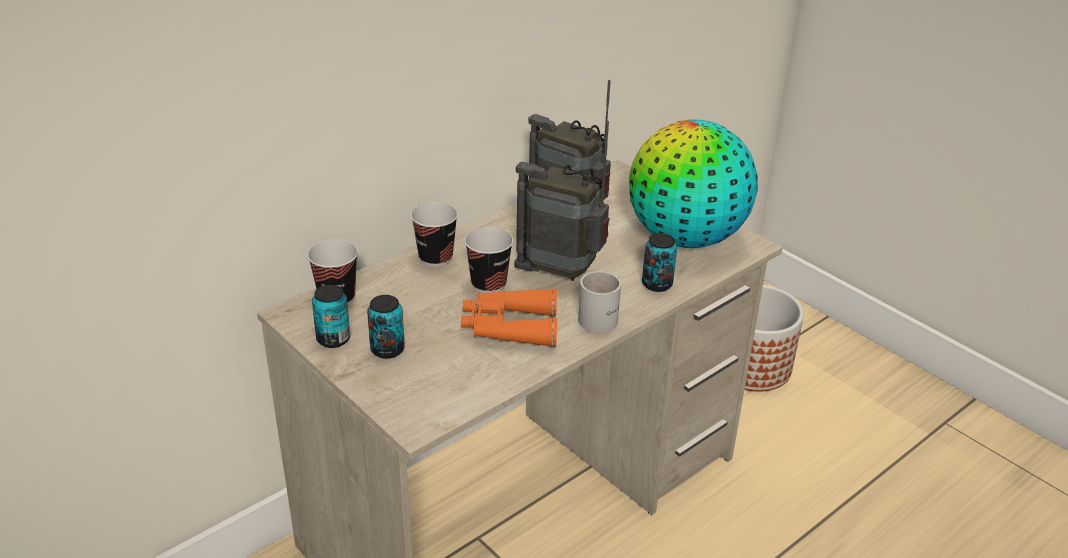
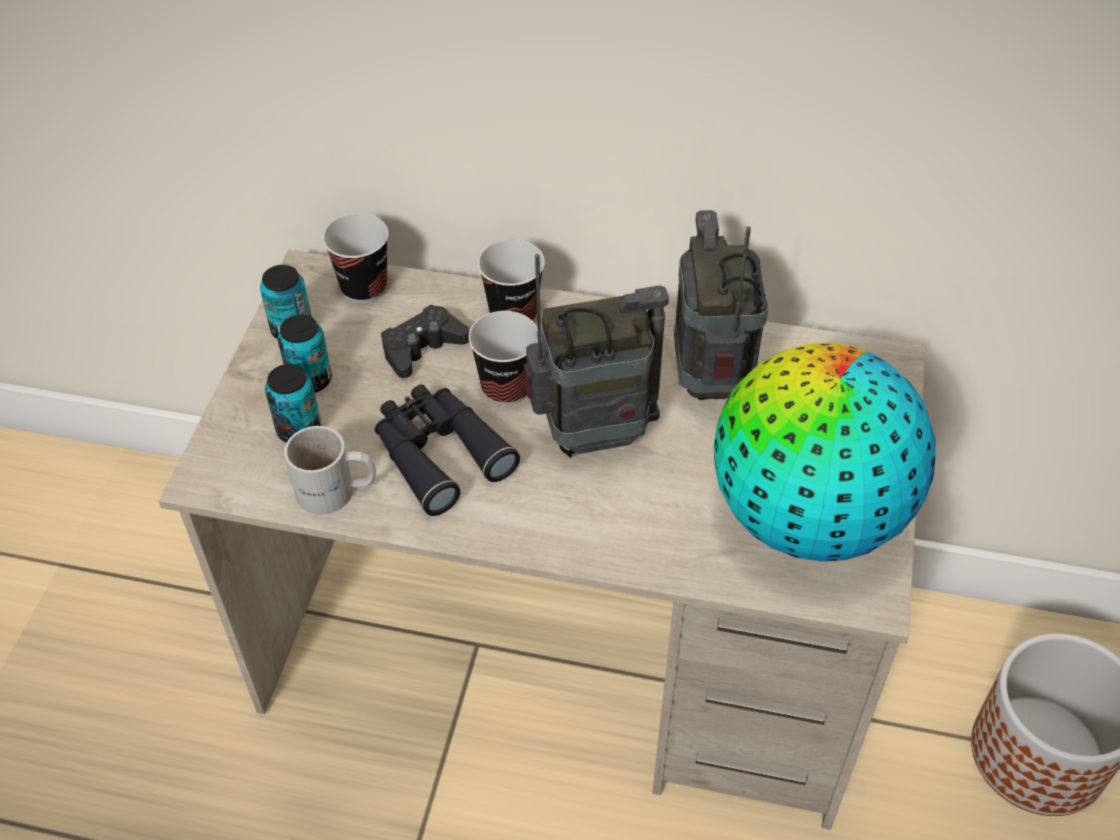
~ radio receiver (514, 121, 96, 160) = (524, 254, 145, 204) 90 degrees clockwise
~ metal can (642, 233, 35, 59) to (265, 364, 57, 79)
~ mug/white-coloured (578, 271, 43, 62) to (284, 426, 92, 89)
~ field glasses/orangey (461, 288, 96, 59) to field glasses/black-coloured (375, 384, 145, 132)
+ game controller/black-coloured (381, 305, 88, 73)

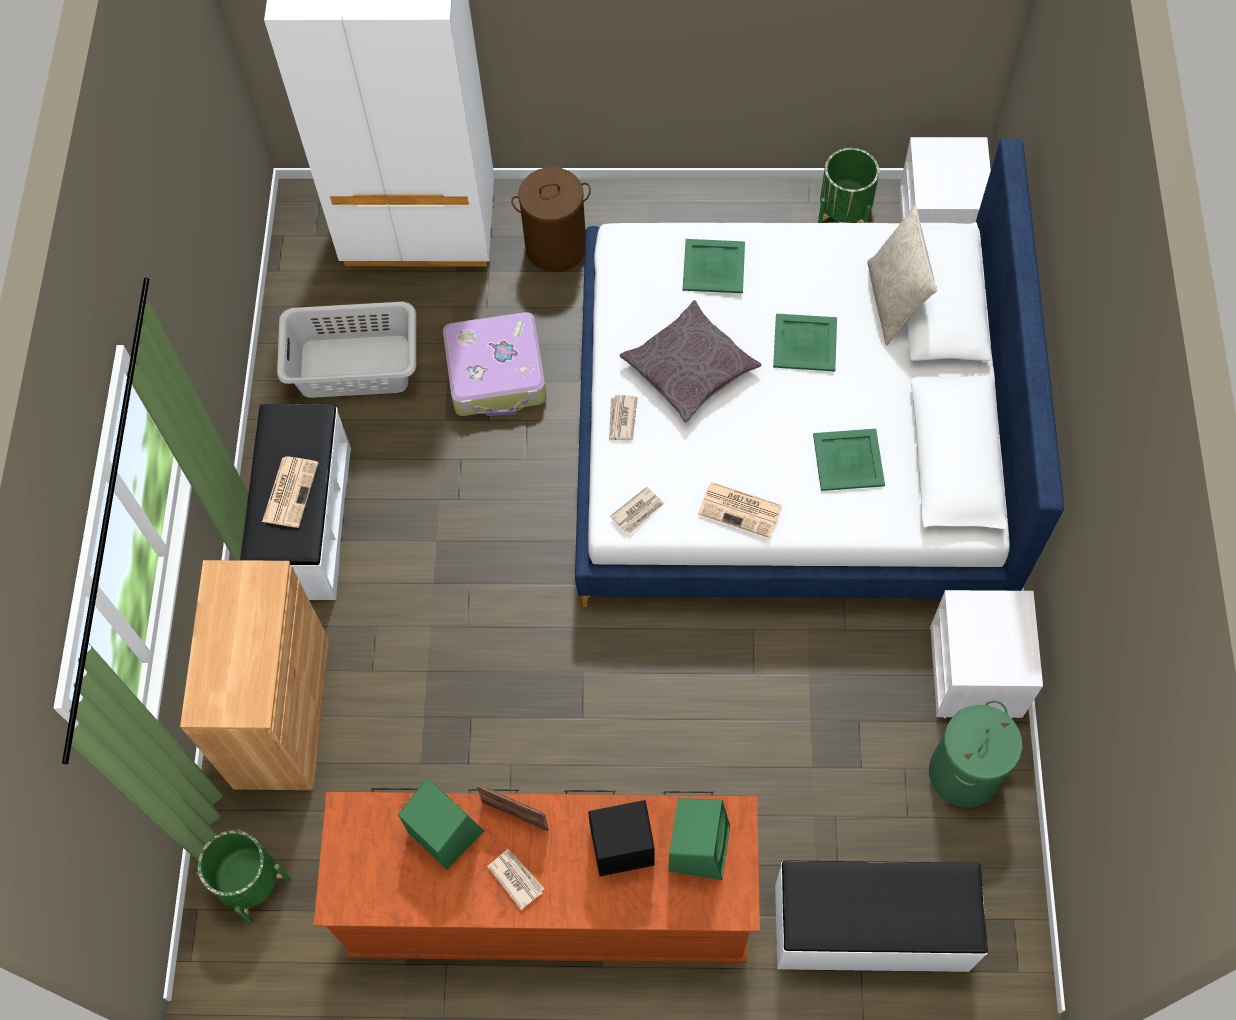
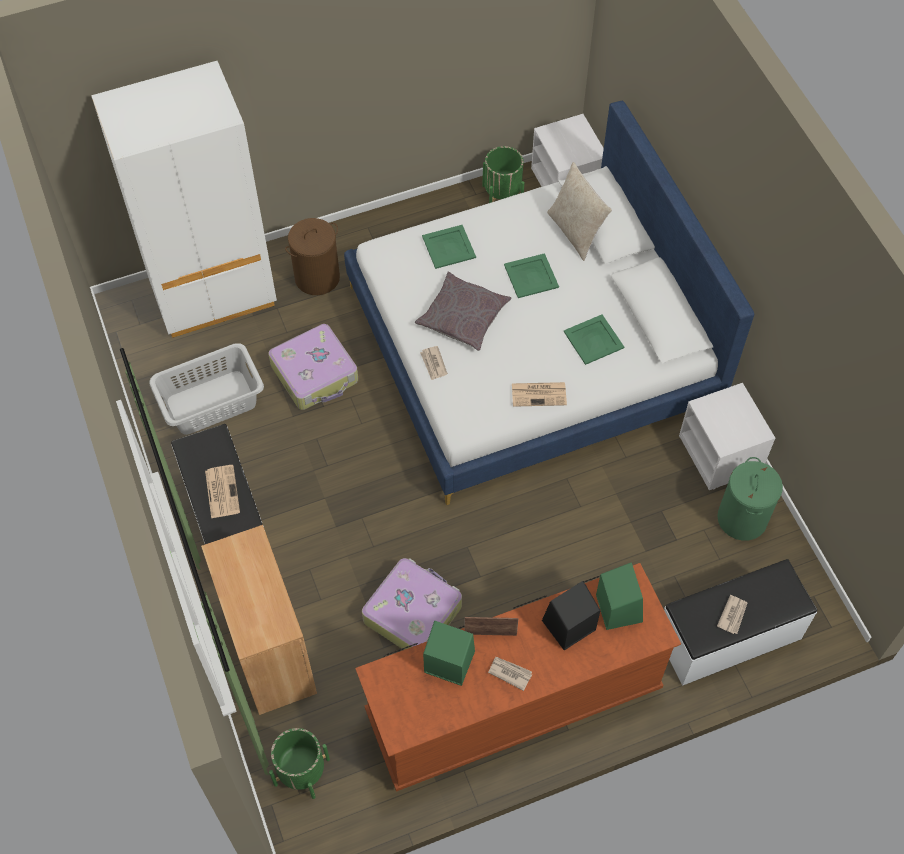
~ printed paper (610, 487, 54, 47) to (717, 595, 31, 39)
+ travel case (362, 558, 100, 92)

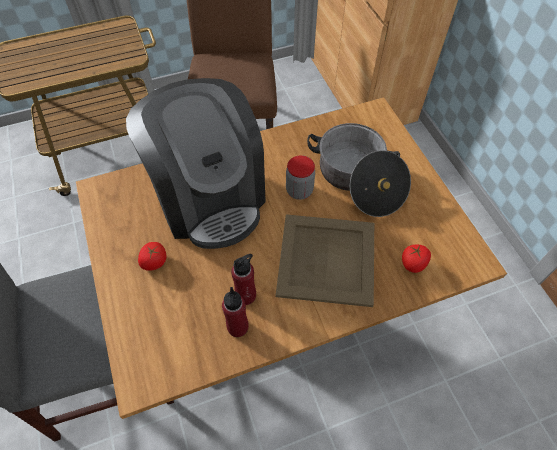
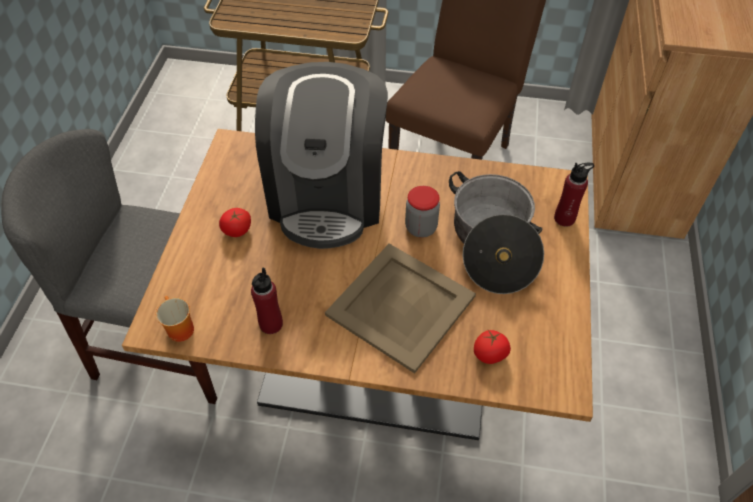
~ drink bottle/reddish (231, 254, 25, 51) to (554, 163, 40, 64)
+ mug (156, 296, 38, 46)

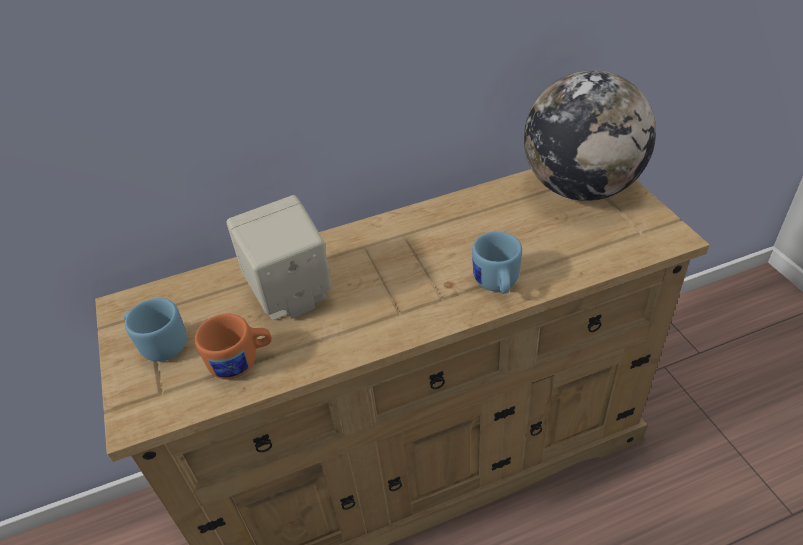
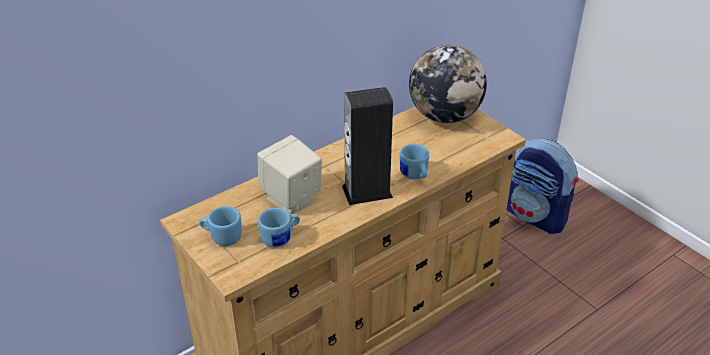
~ mug/orangey (195, 314, 77, 65) to mug/bluish (258, 208, 42, 40)
+ speaker (342, 87, 51, 118)
+ backpack (507, 139, 72, 95)

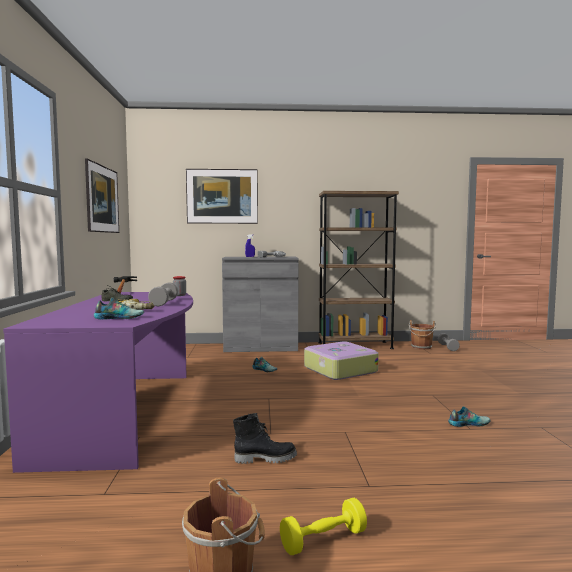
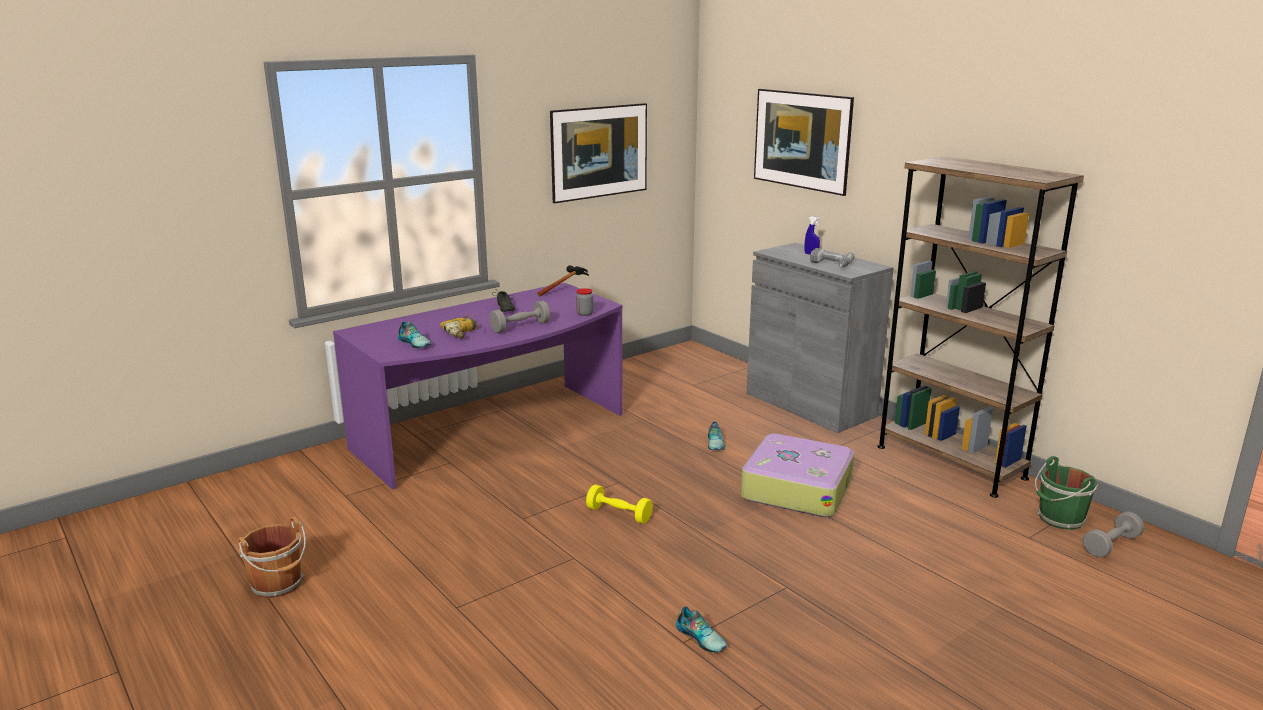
~ water bucket/brown (409, 320, 27, 29) to water bucket/green-coloured (1035, 456, 63, 74)
- boot/black-coloured (233, 413, 64, 51)
~ free weight/yellow-coloured (280, 498, 87, 57) to (586, 485, 67, 39)

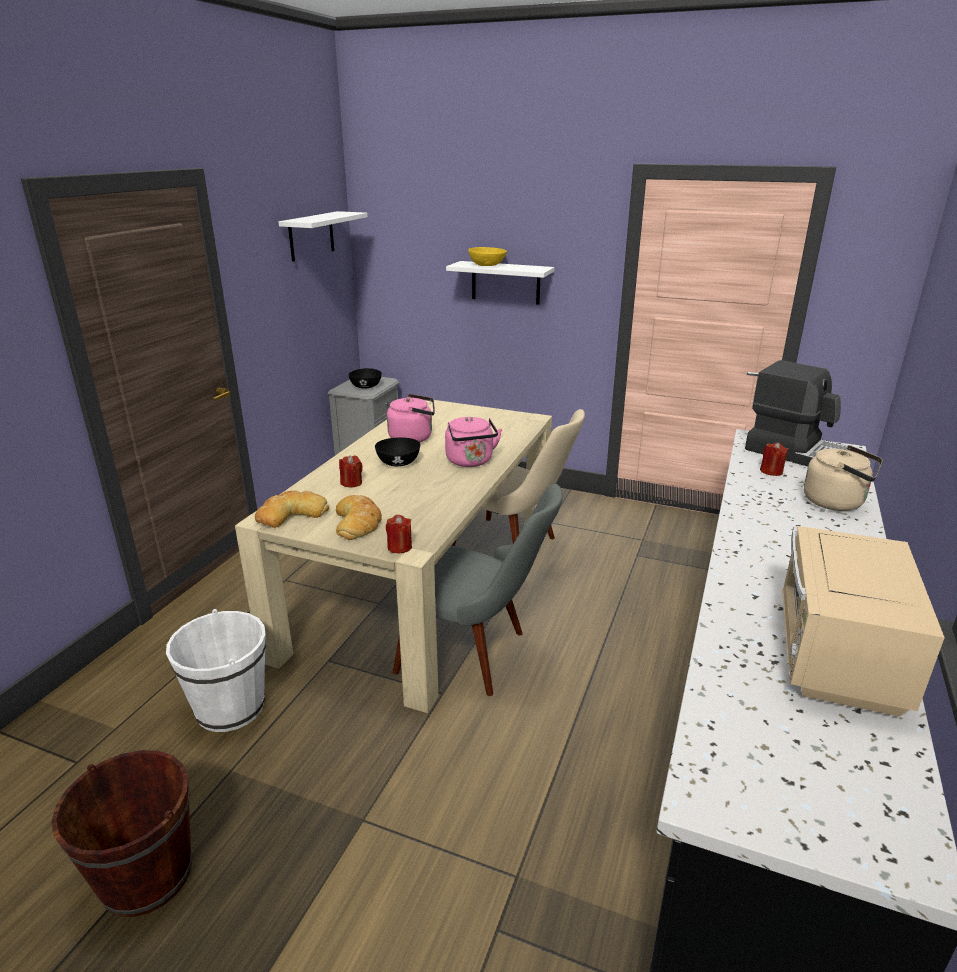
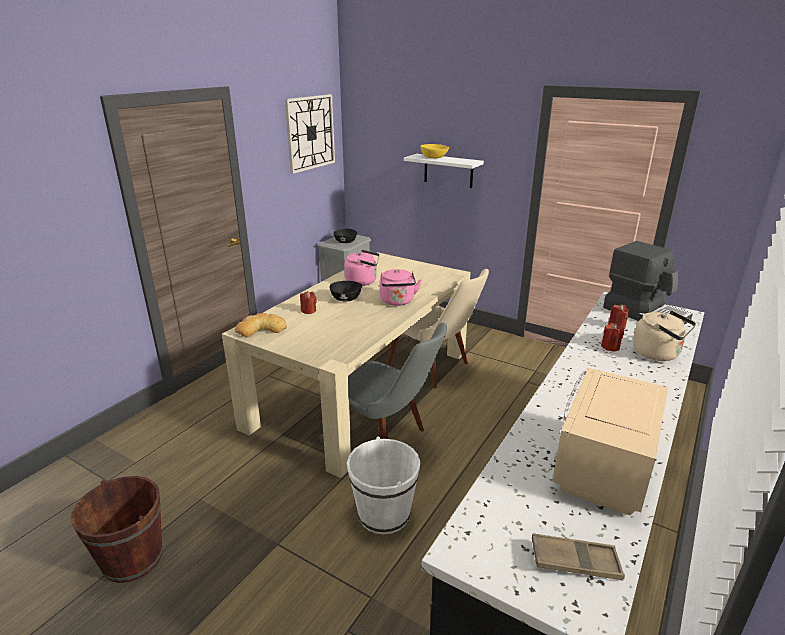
~ bracket shelf/white-coloured (279, 211, 89, 51) to wall clock (285, 94, 50, 80)
- bread (336, 495, 46, 45)
~ candle/reddish (386, 515, 26, 38) to (601, 323, 23, 28)
~ water bucket/white-coloured (166, 609, 100, 123) to (347, 437, 74, 97)
+ tray/brown (532, 533, 93, 48)

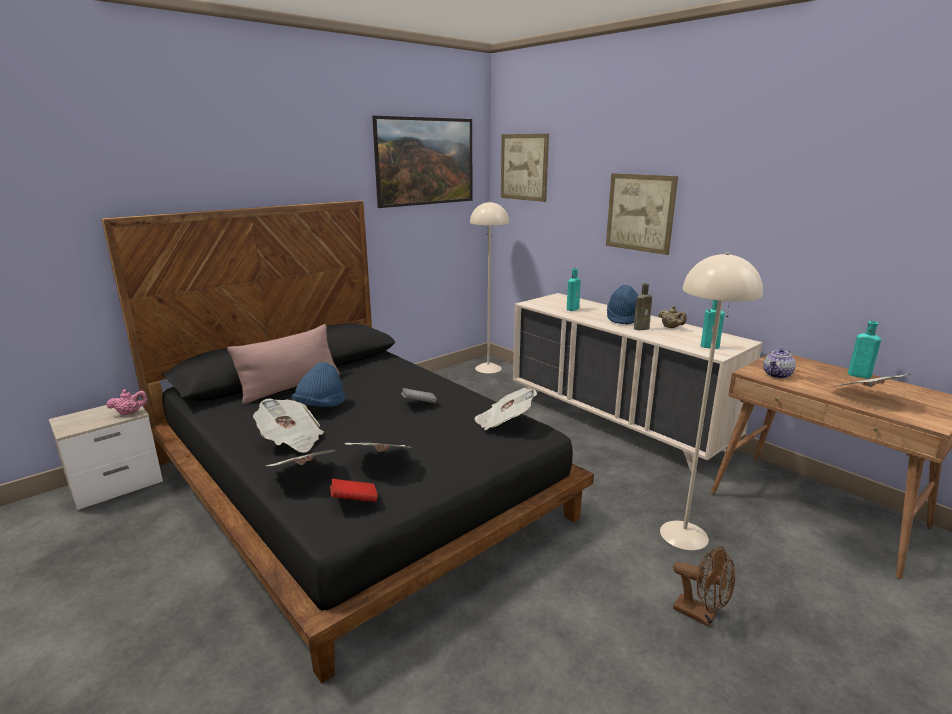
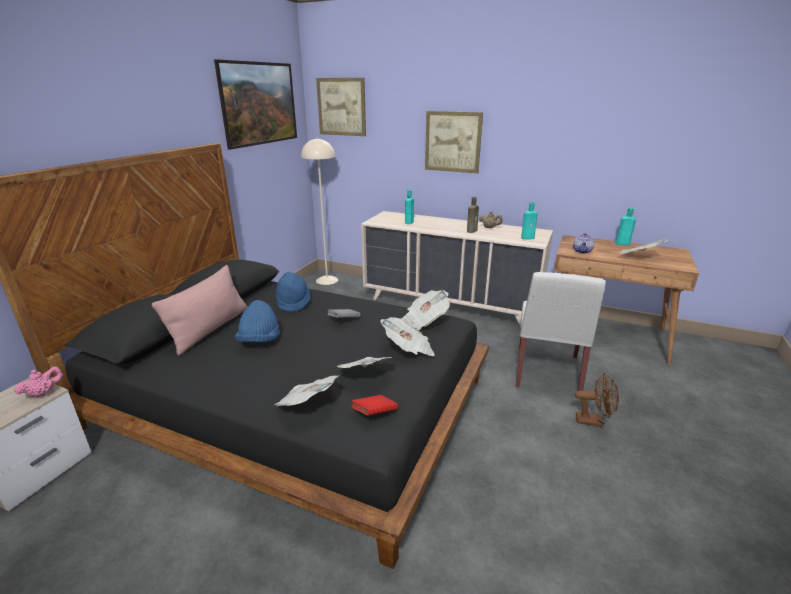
~ floor lamp/beige-coloured (660, 252, 103, 298) to chair/white-coloured (516, 272, 90, 119)
~ hat/bluish (607, 285, 31, 40) to (276, 272, 34, 40)
~ printed paper (253, 398, 71, 55) to (380, 317, 55, 39)

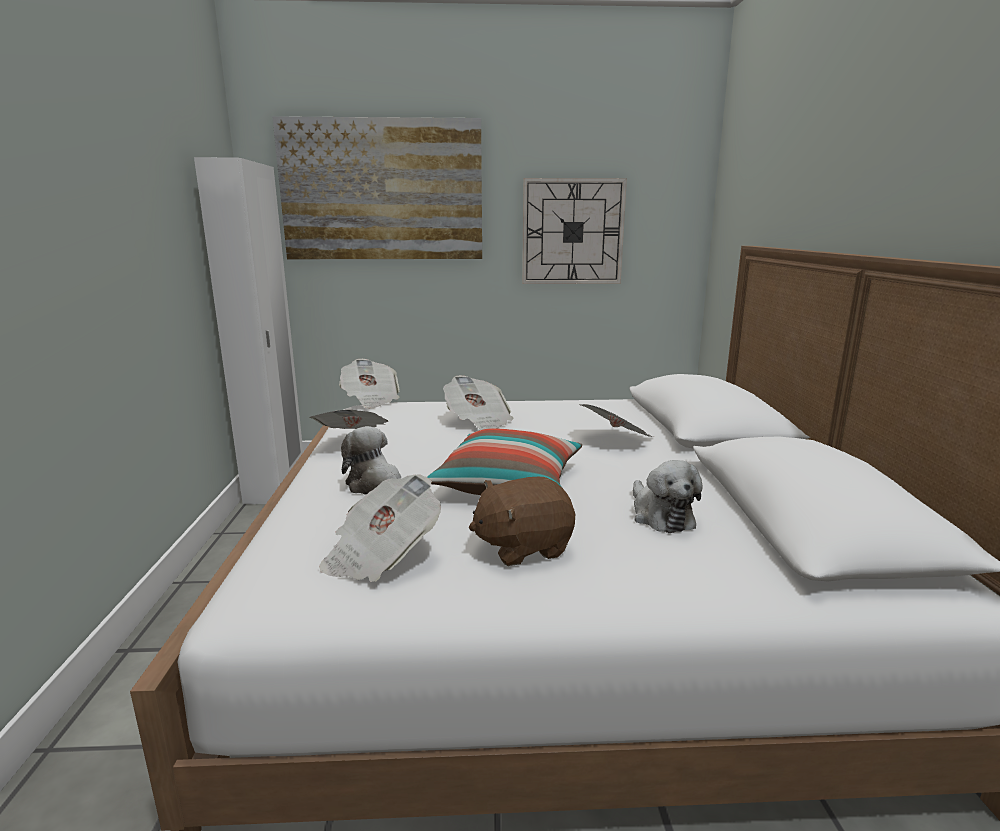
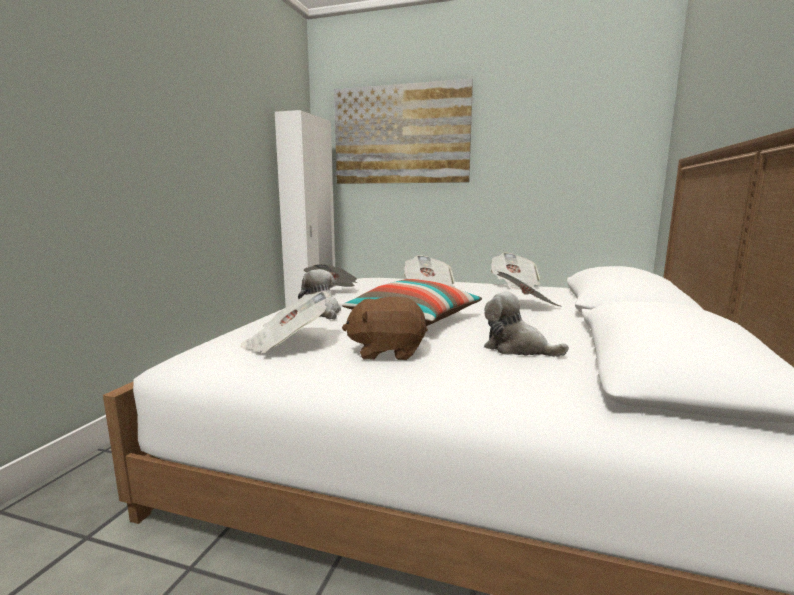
- wall clock (522, 178, 105, 106)
~ printed paper (339, 359, 61, 49) to (491, 253, 49, 37)
~ plush toy (633, 460, 70, 73) = (484, 292, 85, 64) 120 degrees clockwise

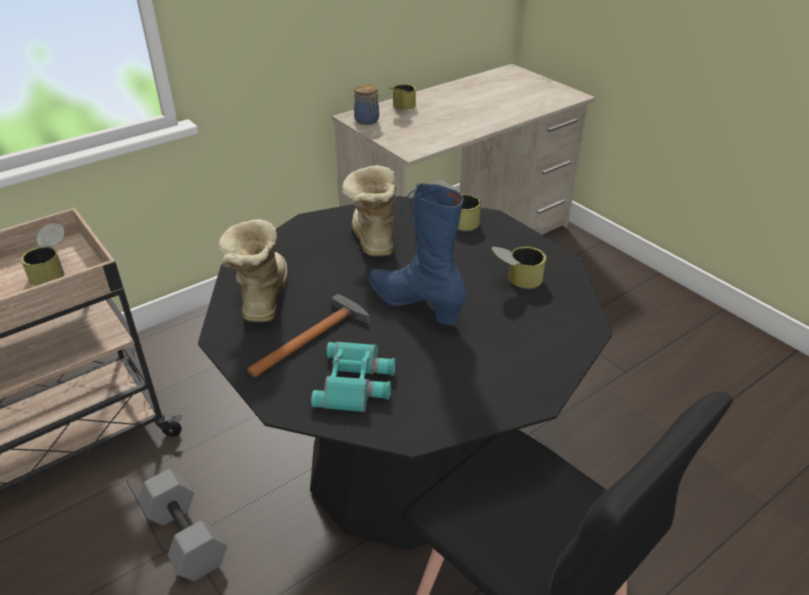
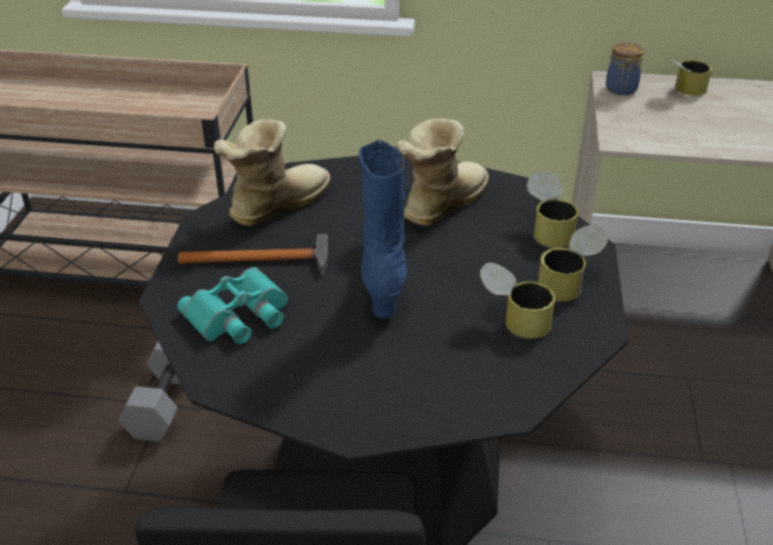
~ metal can (20, 223, 44, 63) to (538, 225, 70, 76)

